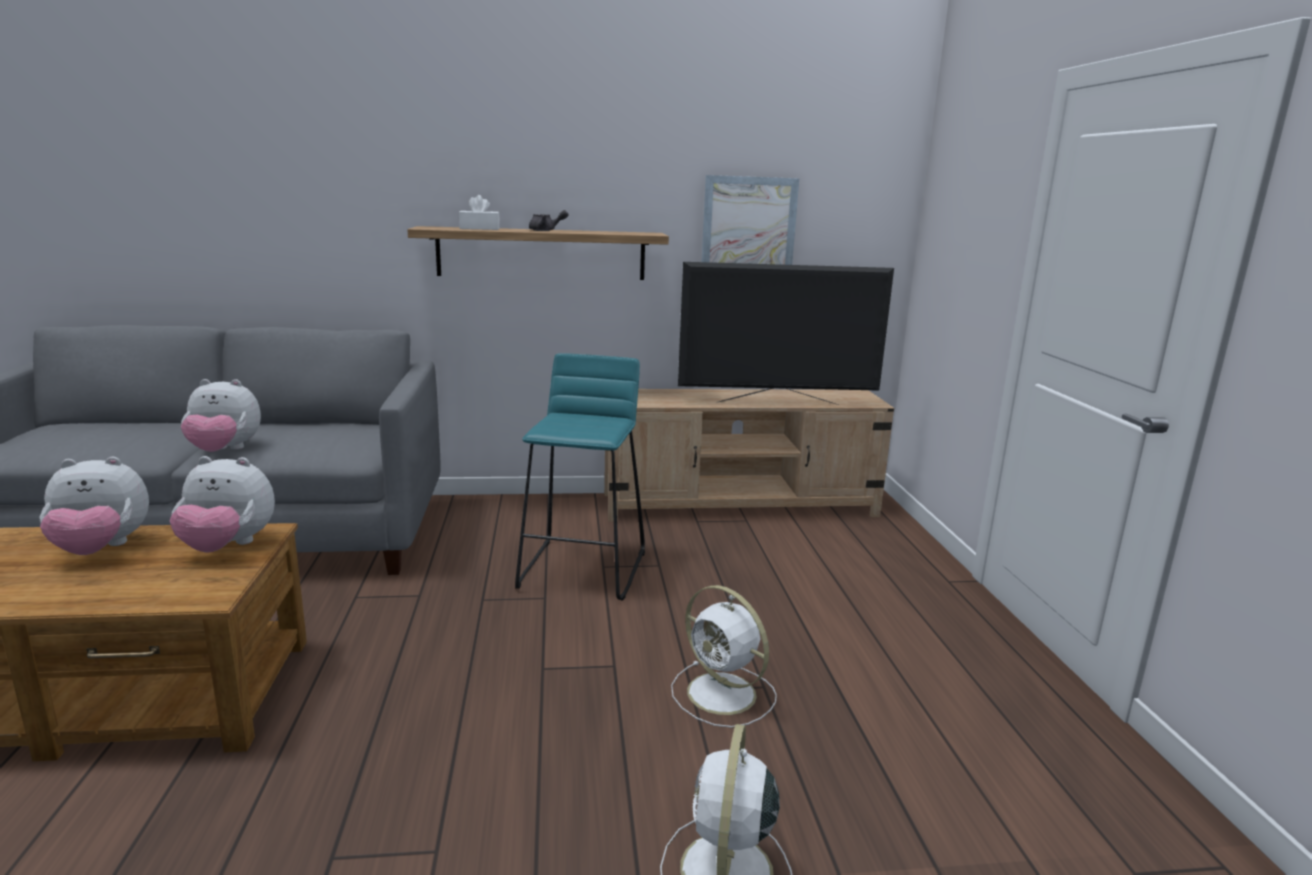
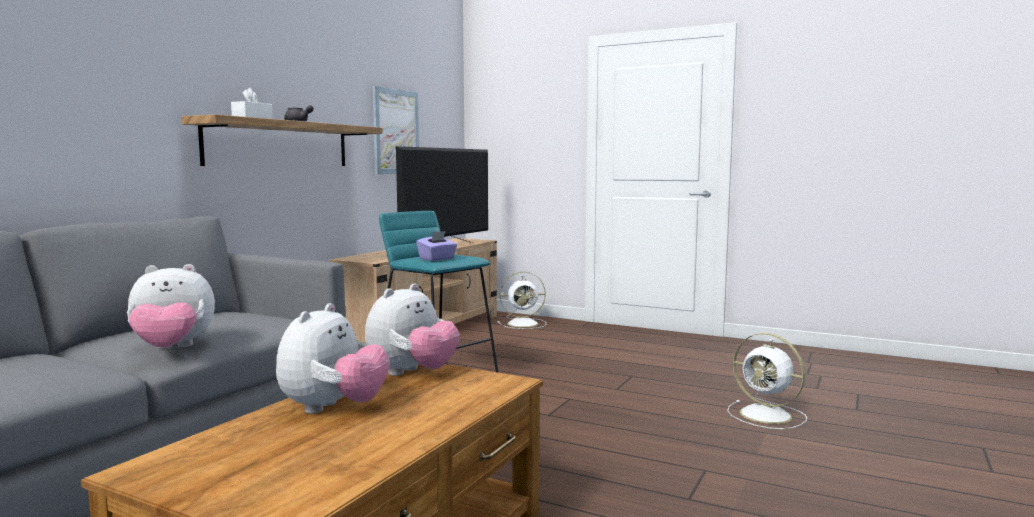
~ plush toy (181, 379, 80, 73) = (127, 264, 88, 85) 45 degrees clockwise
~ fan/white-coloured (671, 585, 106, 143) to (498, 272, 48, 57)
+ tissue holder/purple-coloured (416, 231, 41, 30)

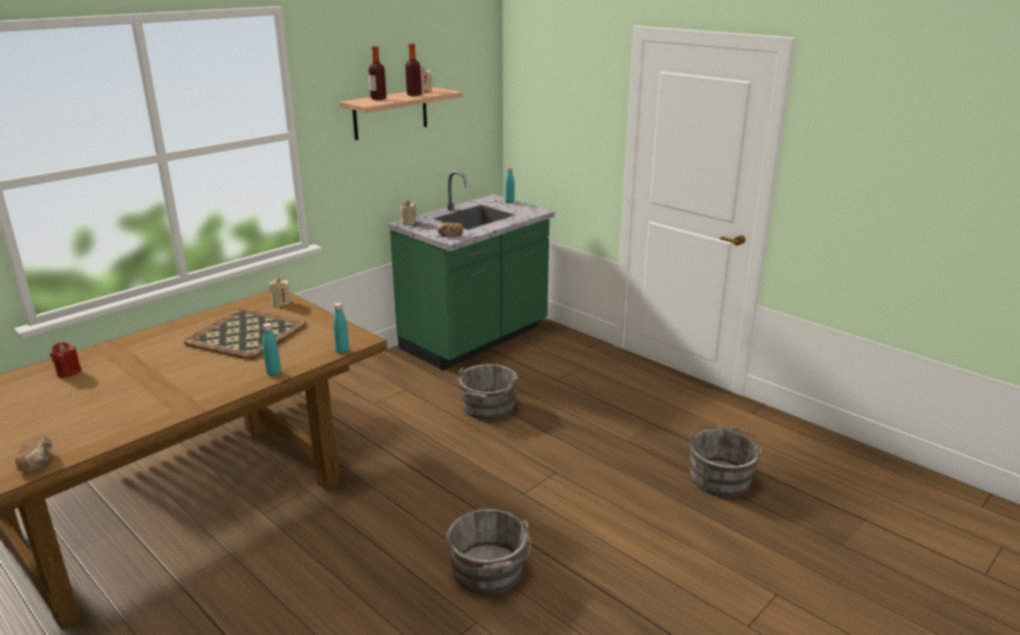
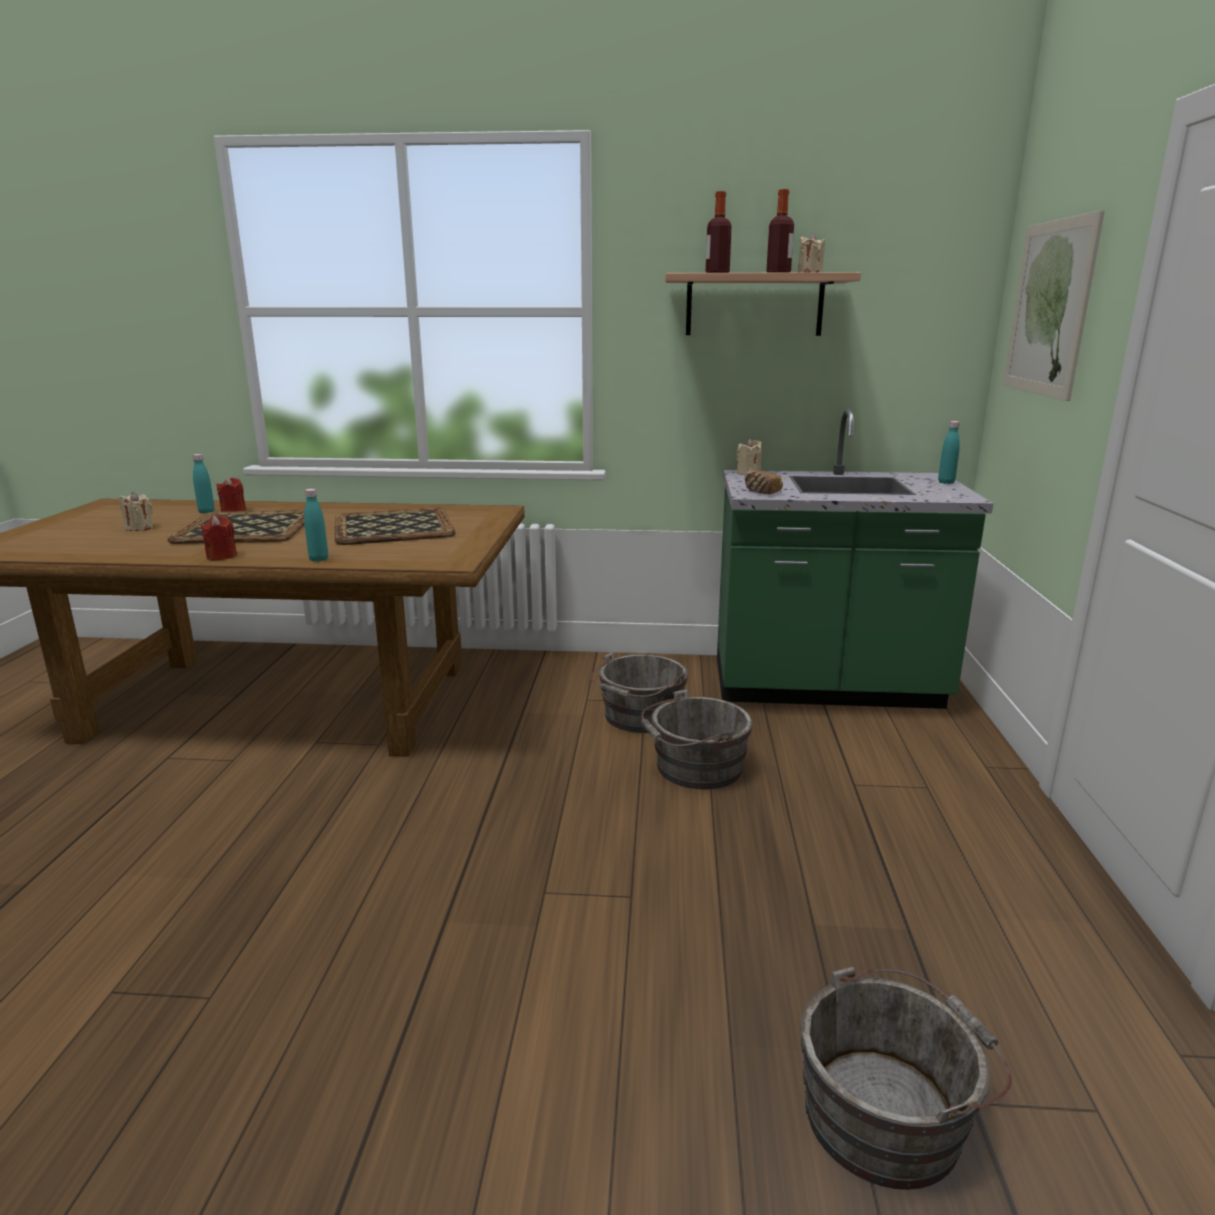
~ candle/beige-coloured (269, 278, 21, 28) to (119, 492, 35, 39)
~ drink bottle/turquoise (333, 303, 16, 50) to (192, 454, 23, 60)
- bread (15, 435, 37, 37)
~ water bucket/gray (446, 509, 85, 86) to (590, 652, 98, 81)
+ wall art (1003, 210, 102, 191)
+ tray (167, 510, 138, 34)
+ candle/reddish (200, 515, 37, 45)

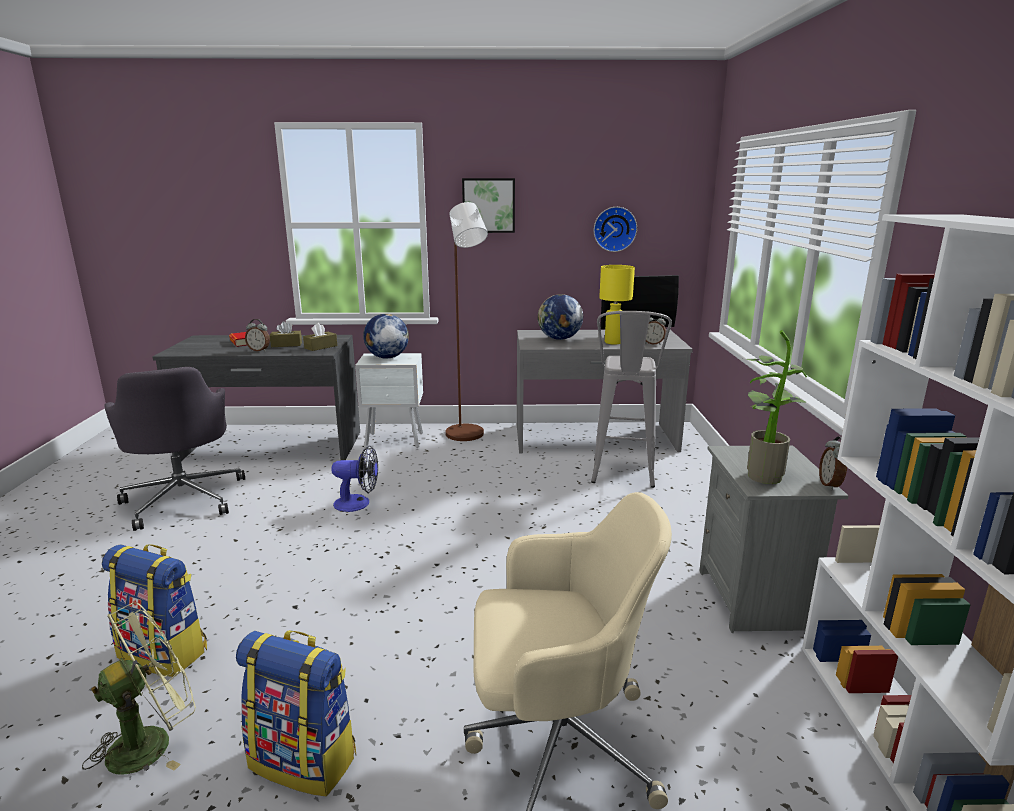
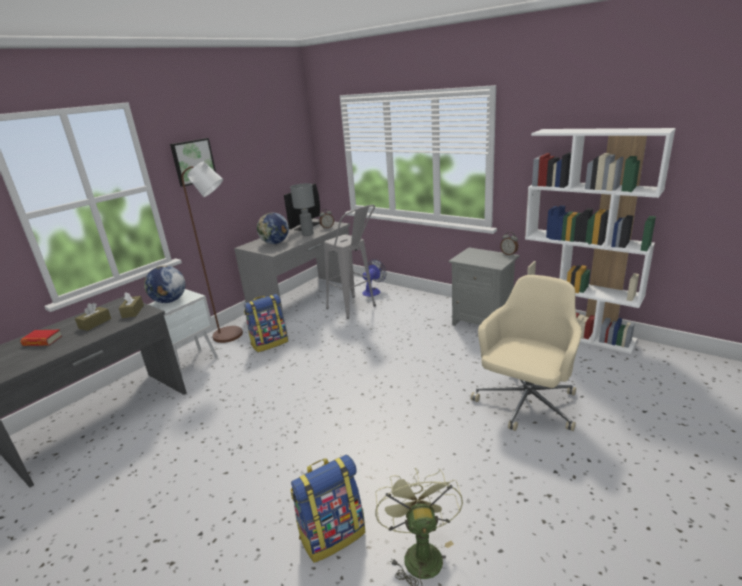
- wall clock (594, 207, 43, 45)
~ tabletop lamp/yellow-coloured (599, 265, 36, 80) to tabletop lamp/gray (290, 183, 25, 53)
- bedside clock (245, 319, 25, 32)
- plant in a pot (746, 330, 61, 154)
- computer chair/gray (104, 367, 141, 164)
~ fan (331, 446, 47, 66) to (362, 259, 24, 38)
~ backpack (236, 630, 120, 166) to (244, 294, 44, 58)

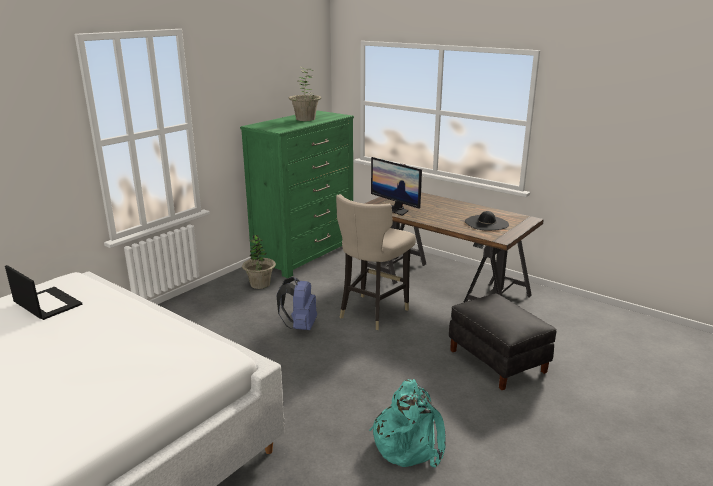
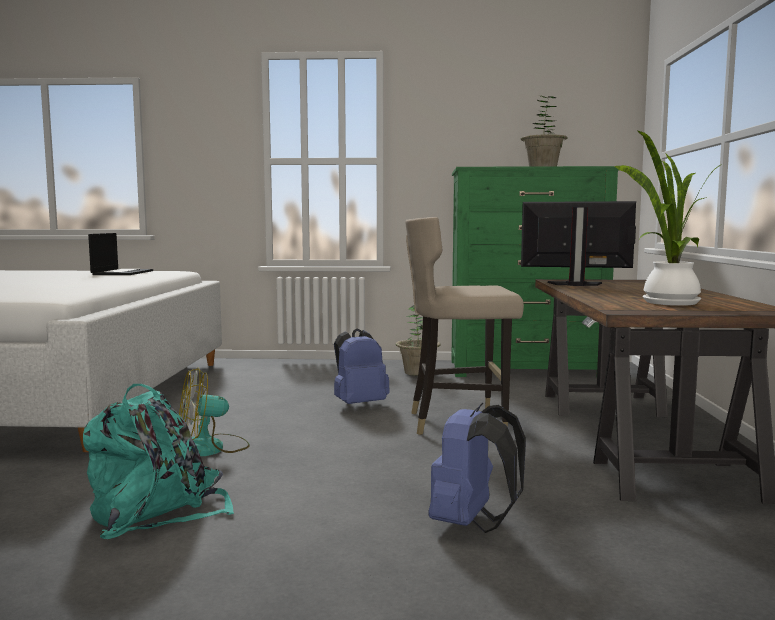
~ monitor (371, 157, 51, 59) = (521, 201, 115, 85) 90 degrees clockwise
~ hat/black-coloured (465, 211, 44, 19) to plant in a pot (614, 131, 108, 175)
~ ottoman/black-coloured (449, 293, 108, 97) to backpack/bluish (428, 402, 98, 131)
+ fan (179, 368, 71, 88)

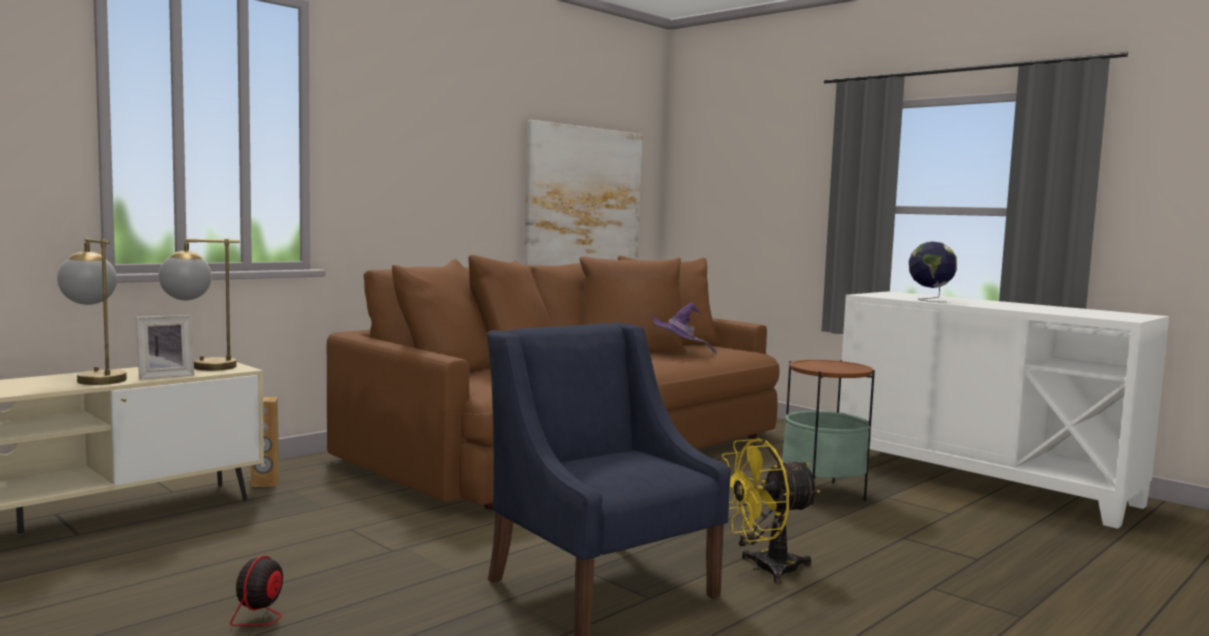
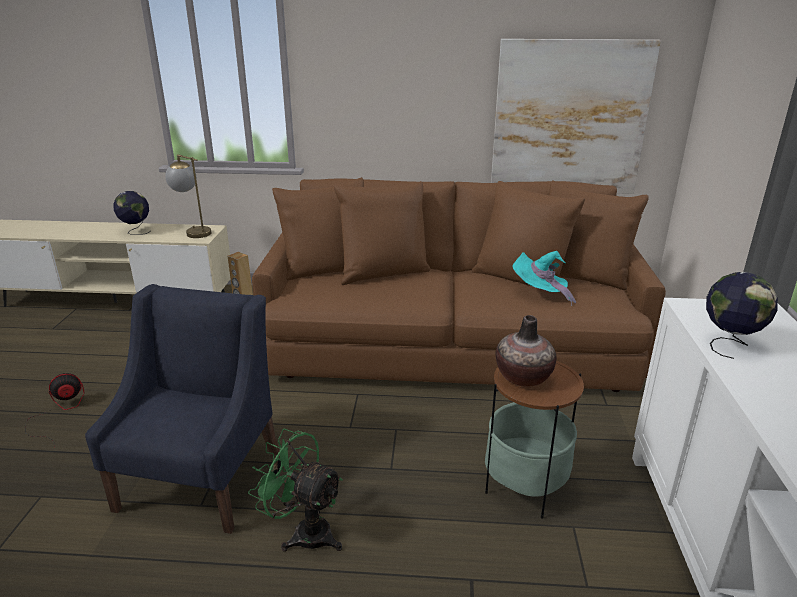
~ tabletop lamp (57, 238, 70, 147) to desk globe (113, 191, 37, 44)
~ hat/purple-coloured (651, 303, 66, 52) to hat/turquoise (512, 251, 64, 55)
- picture frame (136, 315, 58, 65)
~ fan/yellow-coloured (722, 438, 98, 146) to fan/green-coloured (248, 428, 95, 124)
+ decorative vase (496, 315, 60, 72)

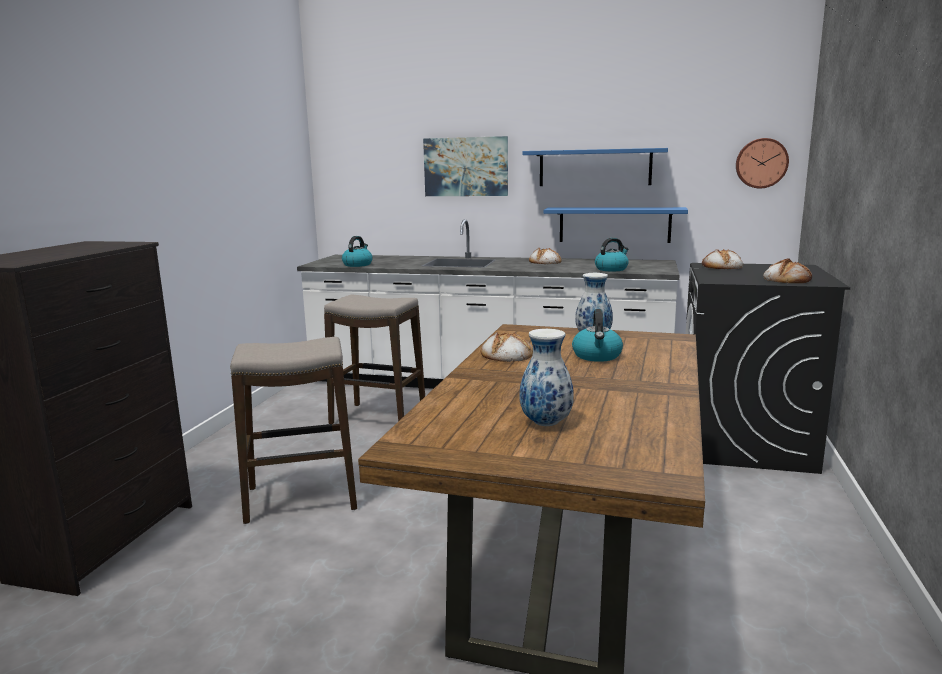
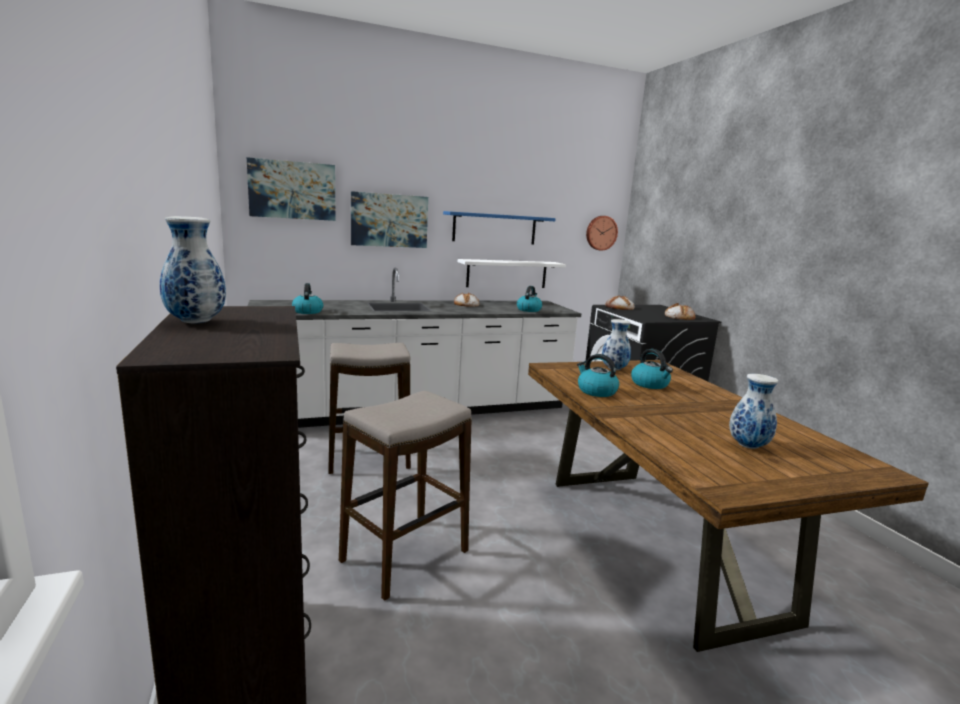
~ bracket shelf/bluish (544, 207, 144, 36) to bracket shelf/white-coloured (458, 259, 108, 29)
~ bread (481, 332, 52, 30) to tea kettle (577, 354, 42, 43)
+ wall art (247, 157, 89, 64)
+ decorative vase (160, 216, 66, 107)

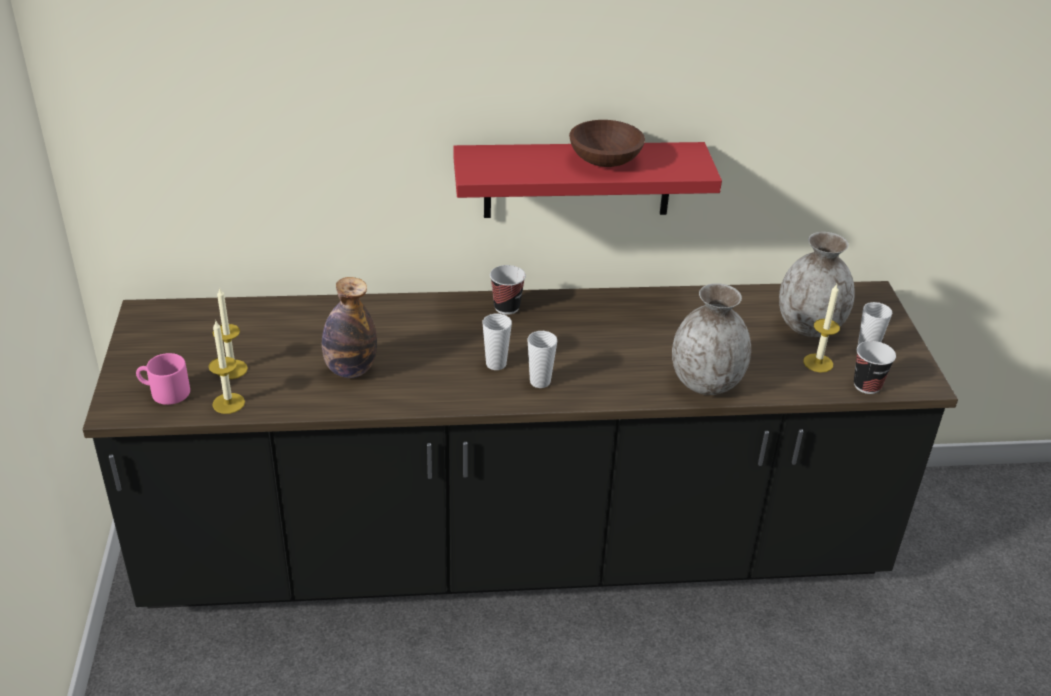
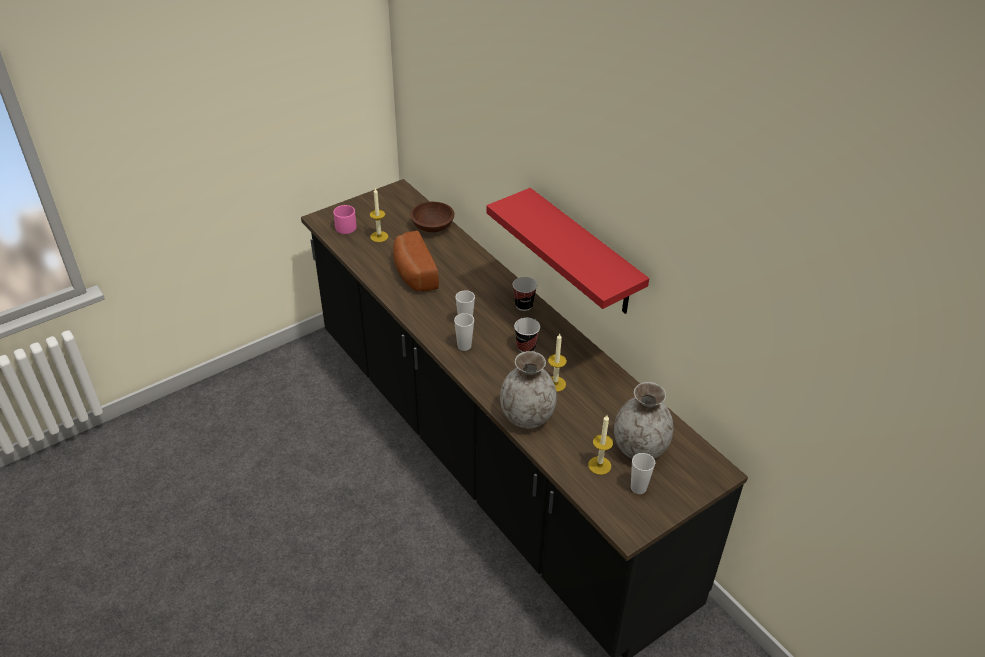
~ deep dish/brown (569, 120, 76, 47) to (410, 202, 44, 30)
~ drink bottle (322, 277, 55, 101) to bread (393, 231, 46, 60)
~ candle (208, 321, 37, 93) to (548, 333, 19, 59)
~ small cup (854, 341, 42, 53) to (514, 318, 26, 34)

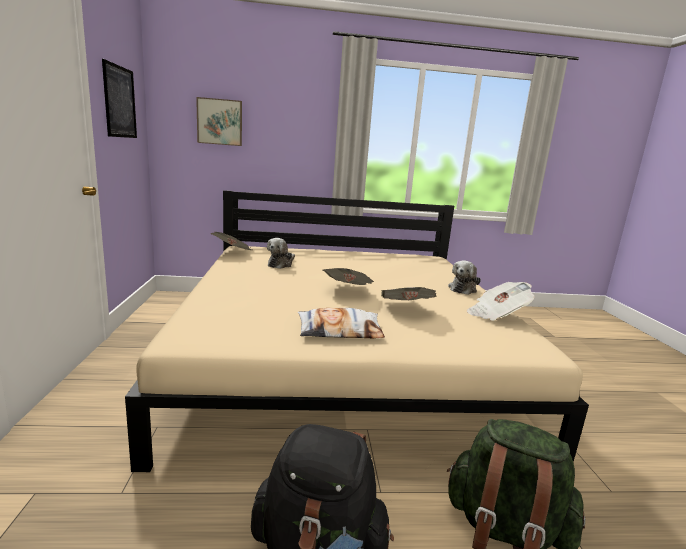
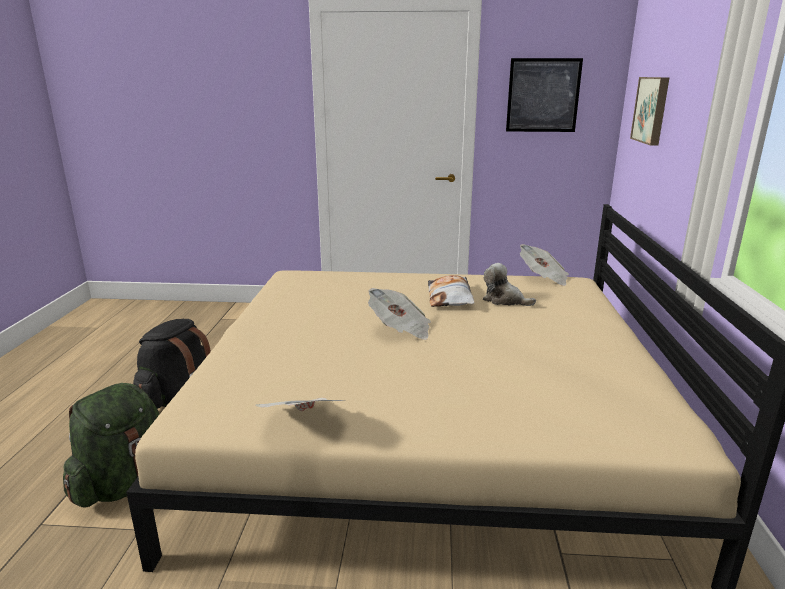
- plush toy (448, 260, 33, 35)
- printed paper (381, 287, 55, 13)
~ throw pillow (298, 308, 87, 30) to (428, 275, 46, 32)

